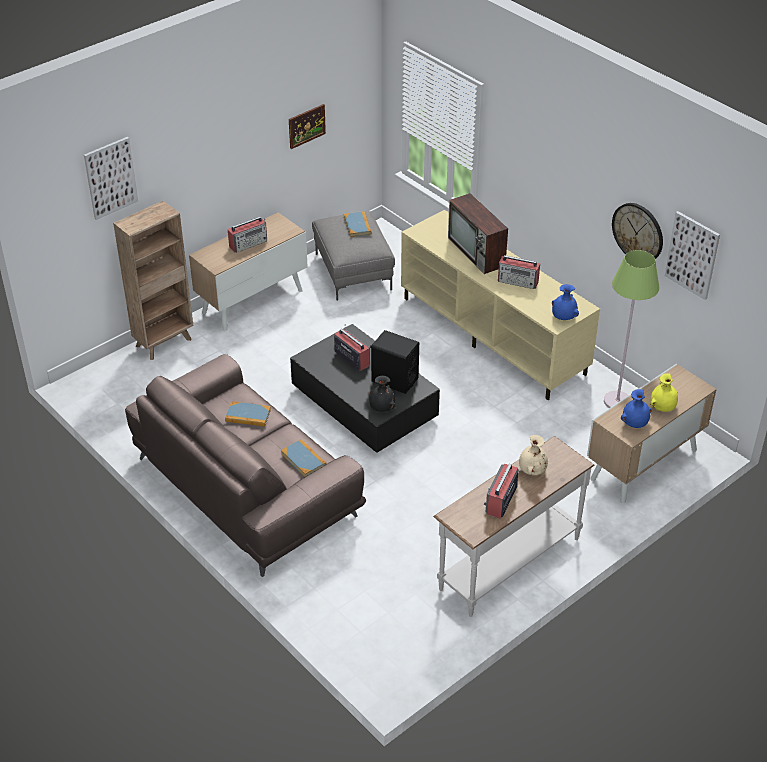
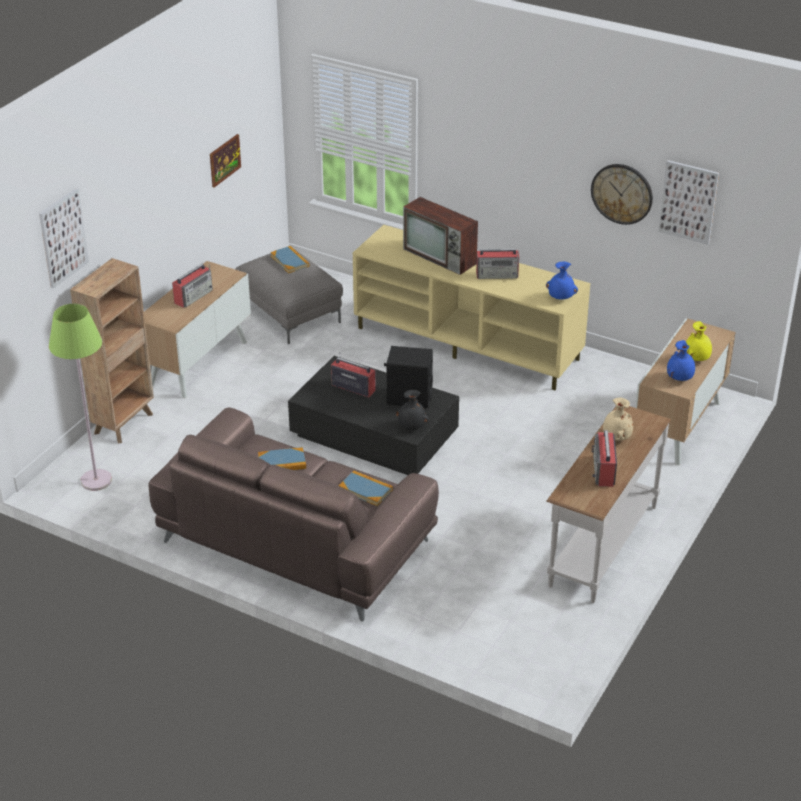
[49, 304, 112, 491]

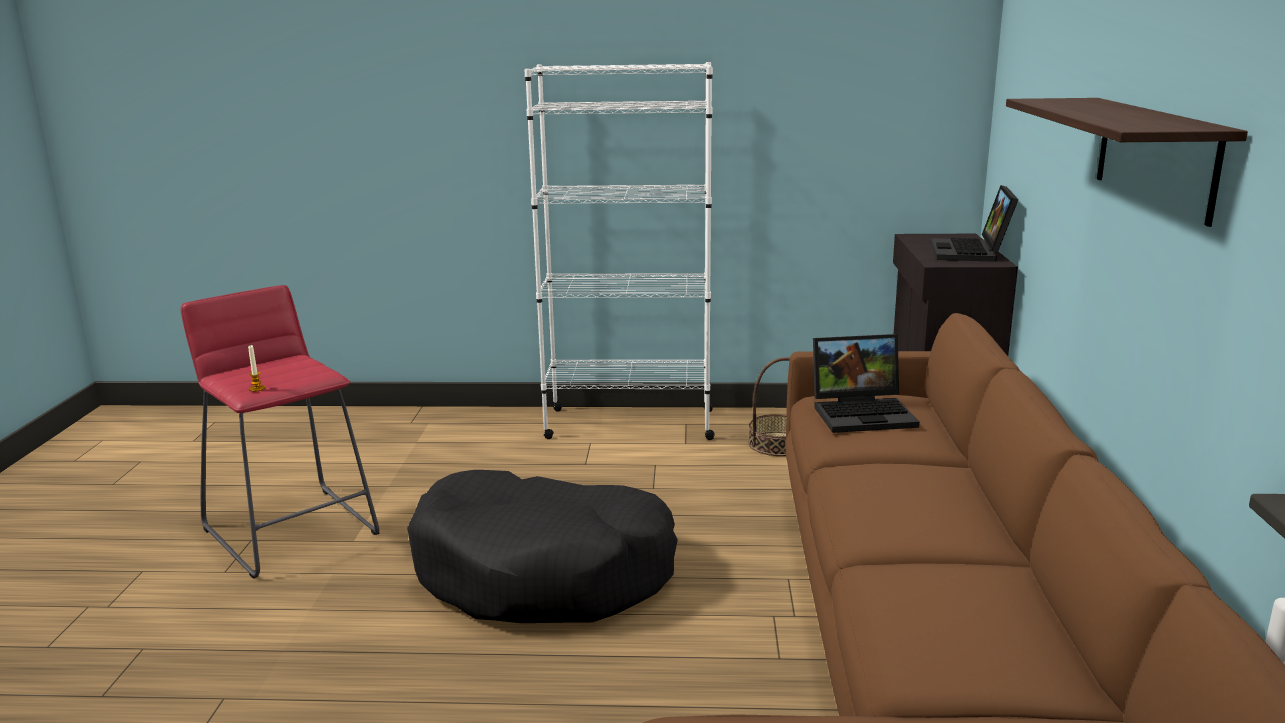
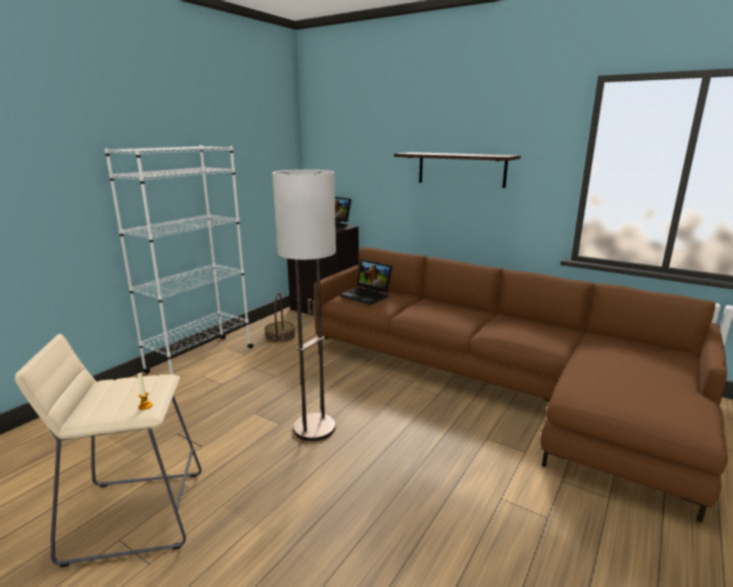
[272, 170, 336, 441]
[15, 334, 202, 567]
[340, 259, 393, 305]

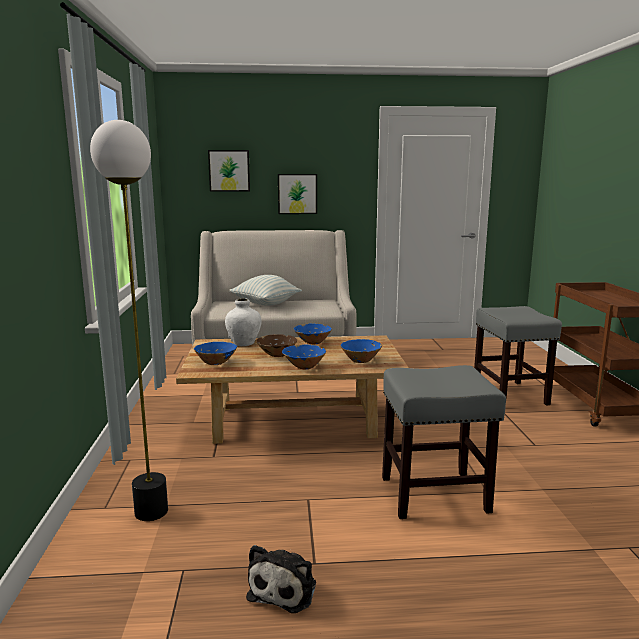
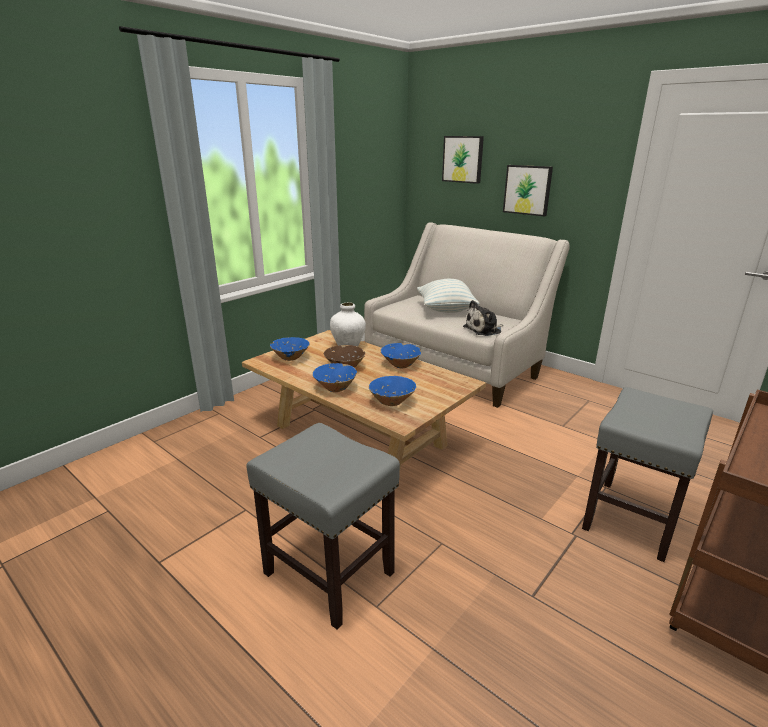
[90, 120, 168, 521] (first image)
[463, 300, 503, 336]

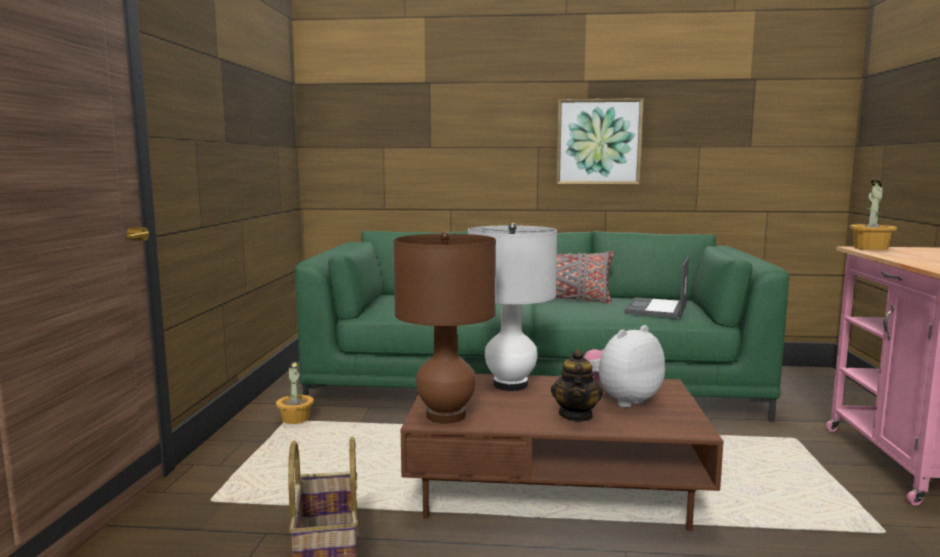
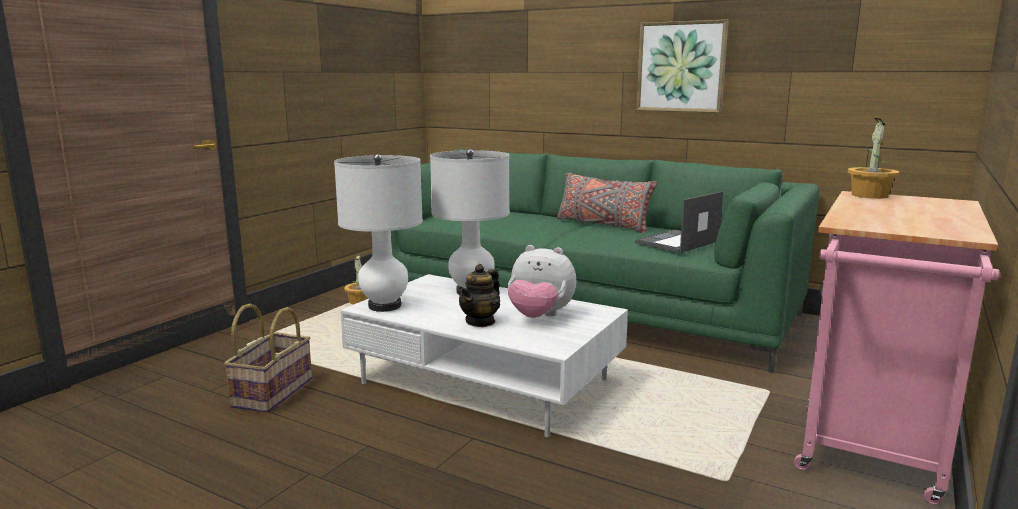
[334, 154, 423, 312]
[340, 274, 628, 437]
[508, 245, 577, 318]

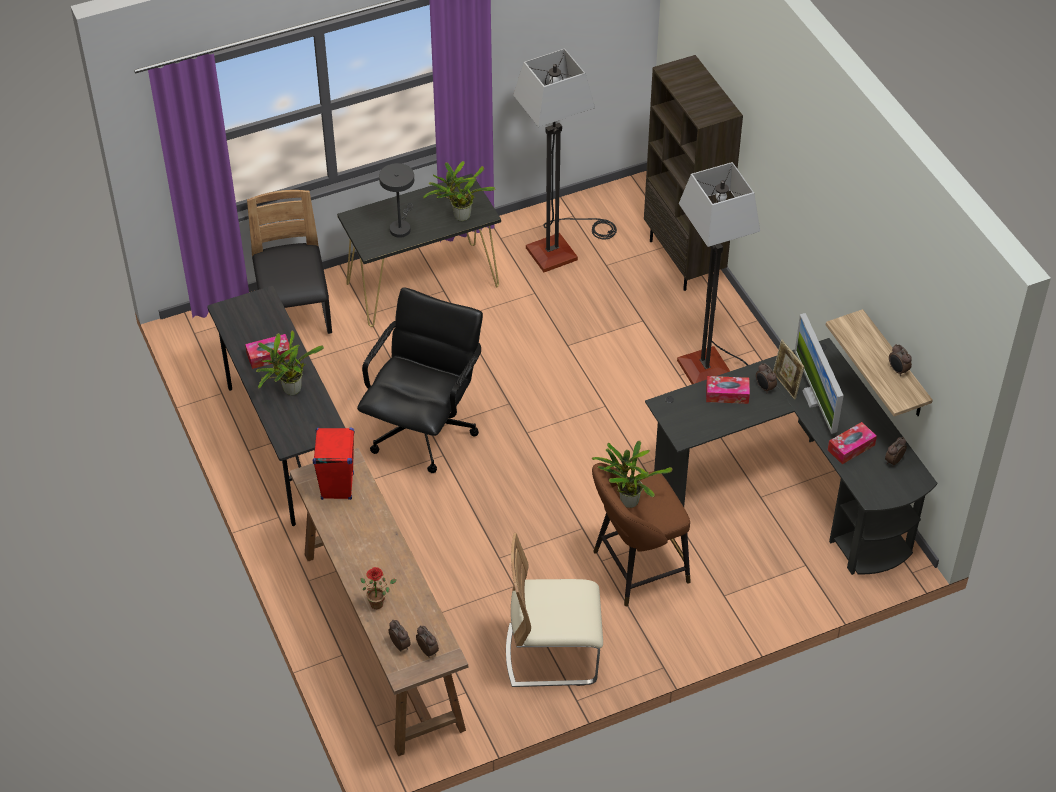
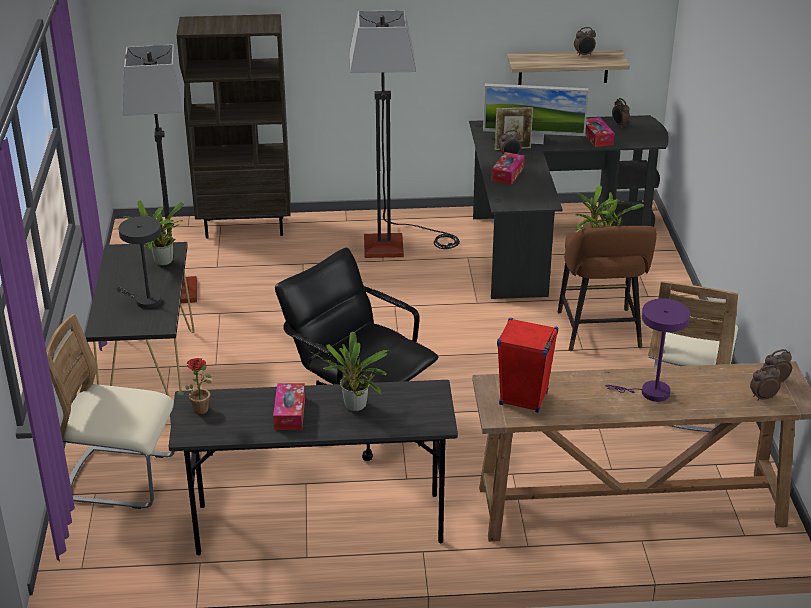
[605, 298, 690, 402]
[177, 358, 212, 414]
[46, 314, 175, 509]

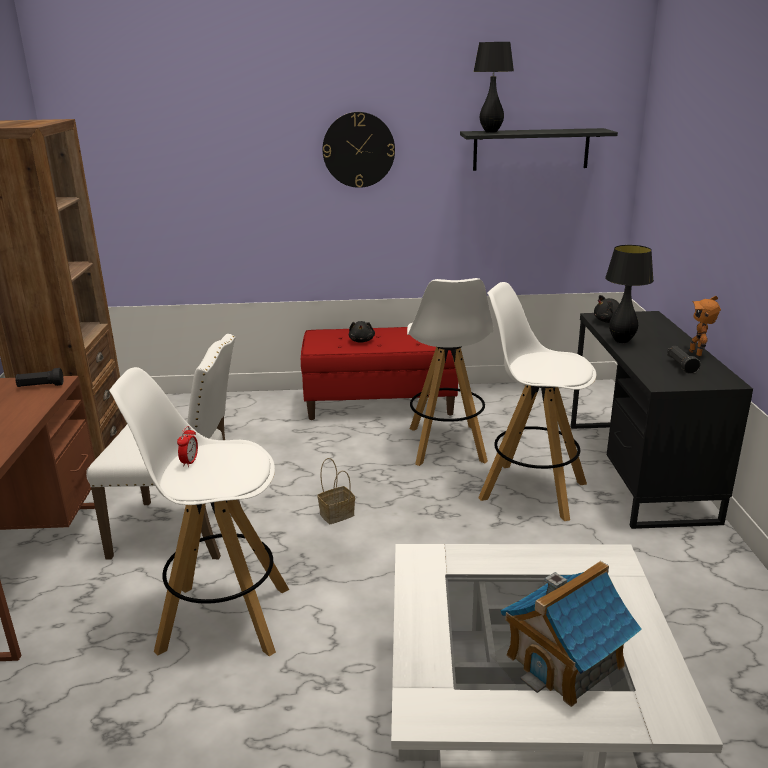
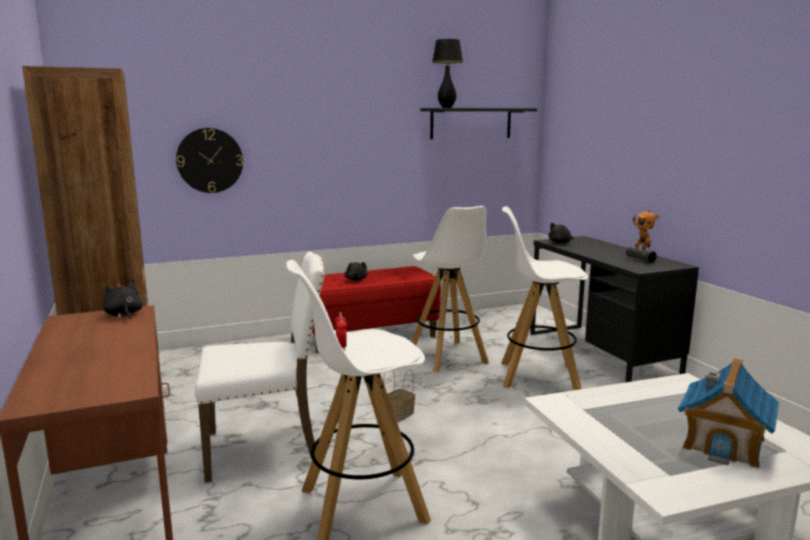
[605, 245, 654, 343] (first image)
[176, 128, 243, 193]
[103, 281, 143, 320]

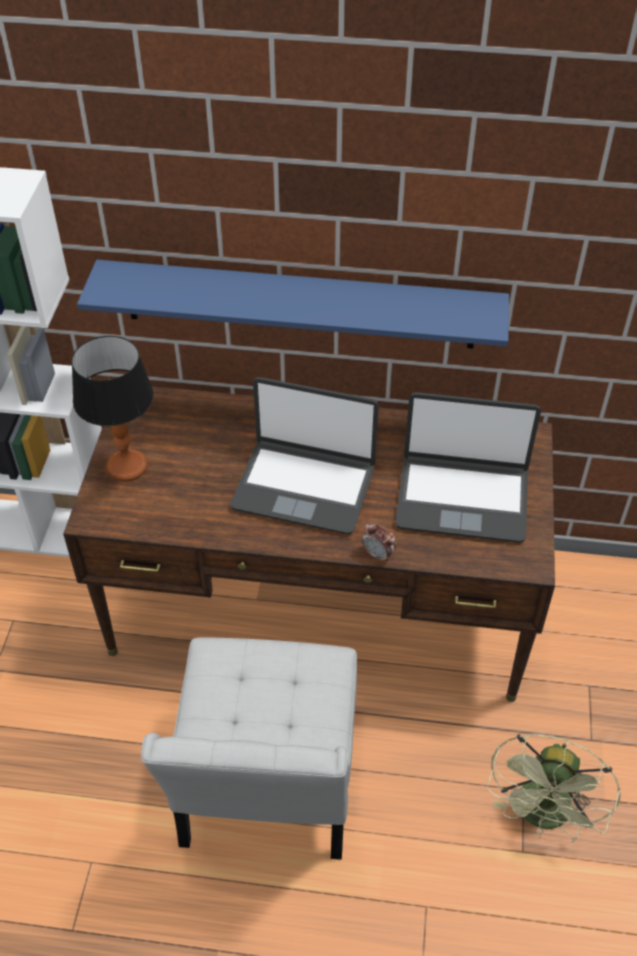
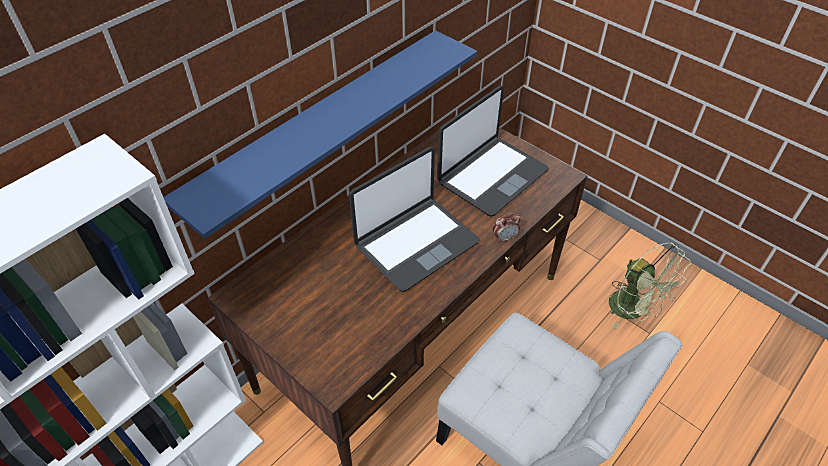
[71, 336, 154, 481] (first image)

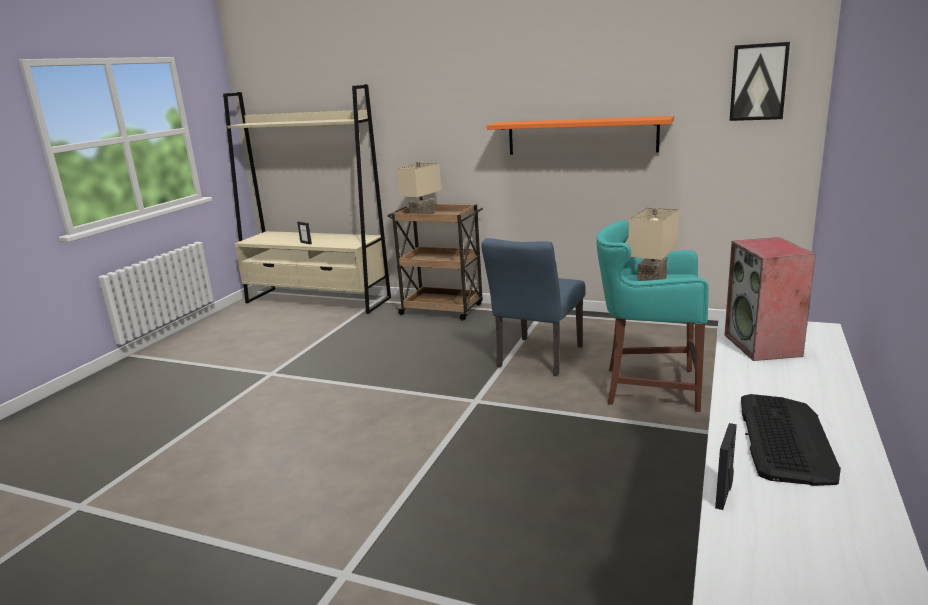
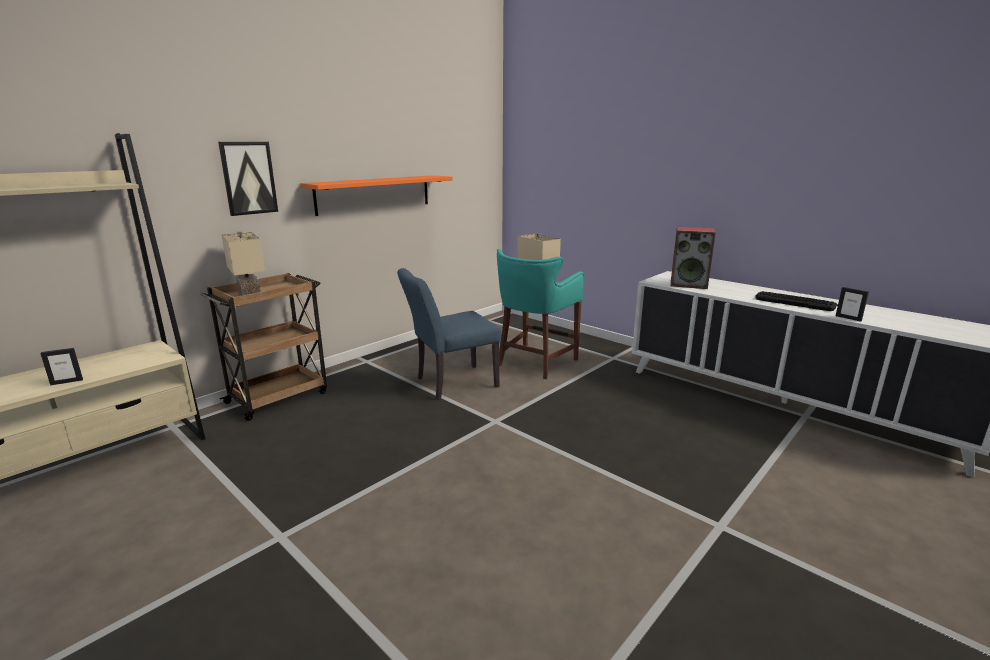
[218, 142, 278, 216]
[397, 268, 501, 400]

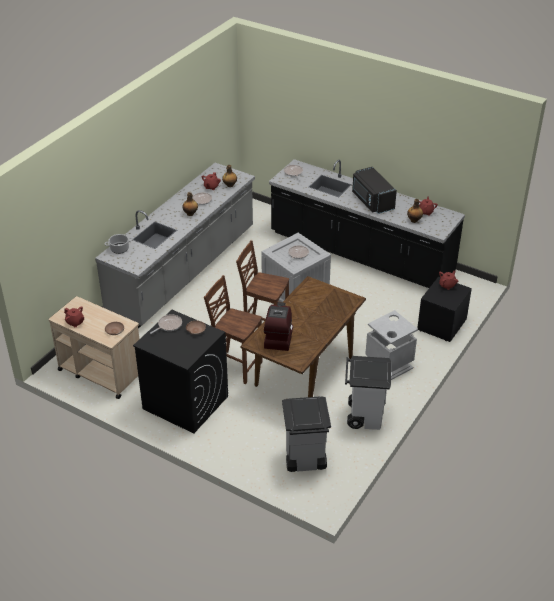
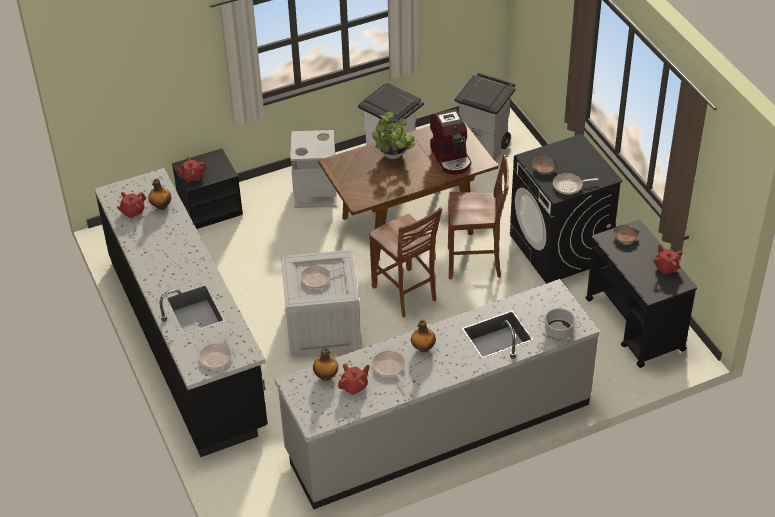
[352, 167, 397, 214] (first image)
[372, 112, 415, 159]
[586, 220, 697, 368]
[448, 155, 509, 279]
[430, 109, 471, 175]

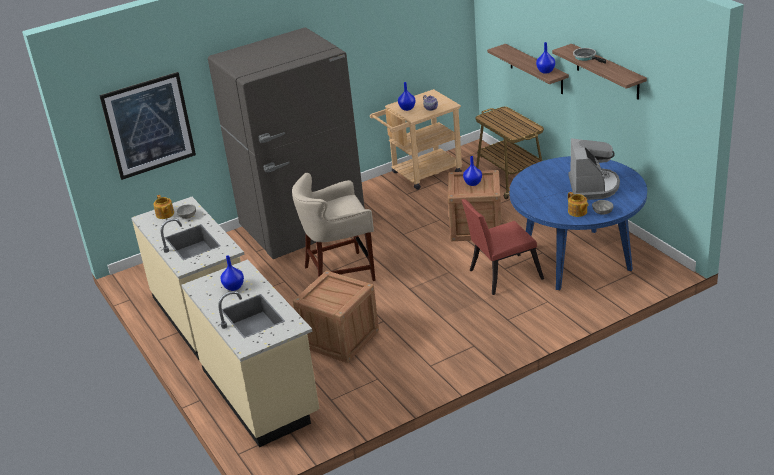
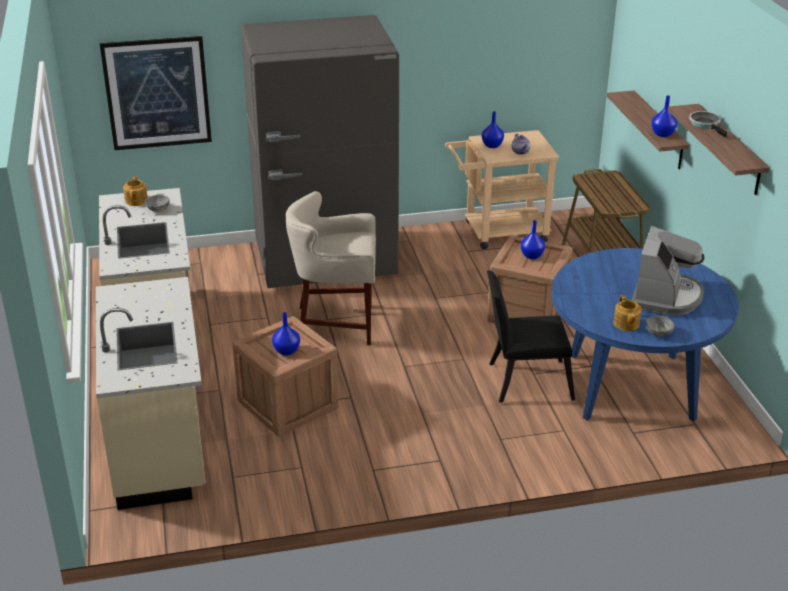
[272, 312, 300, 356]
[487, 270, 575, 403]

